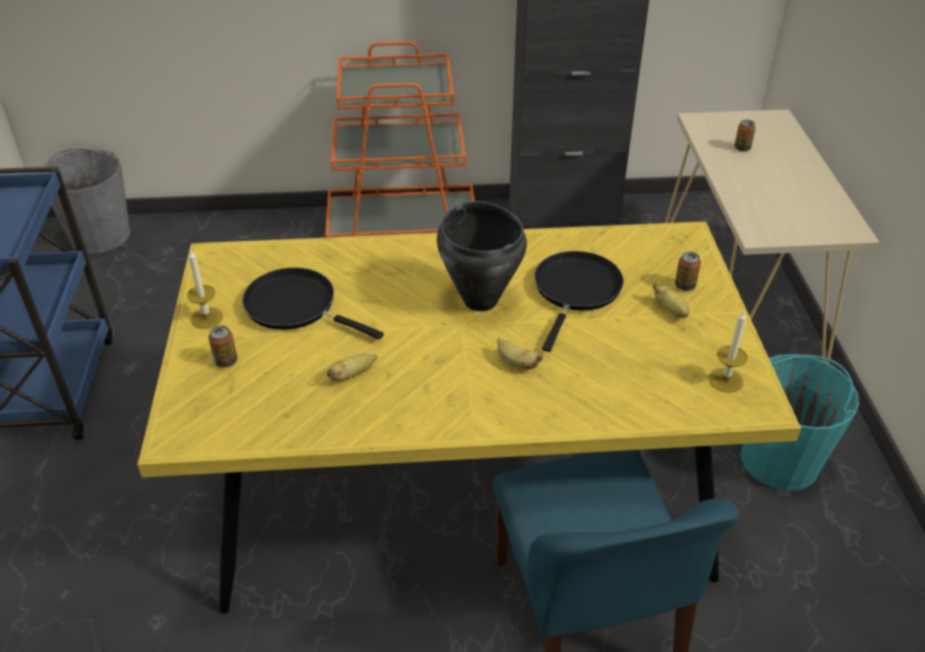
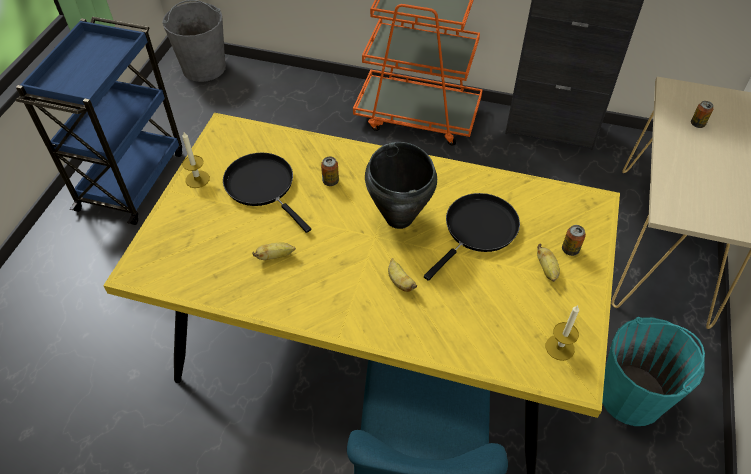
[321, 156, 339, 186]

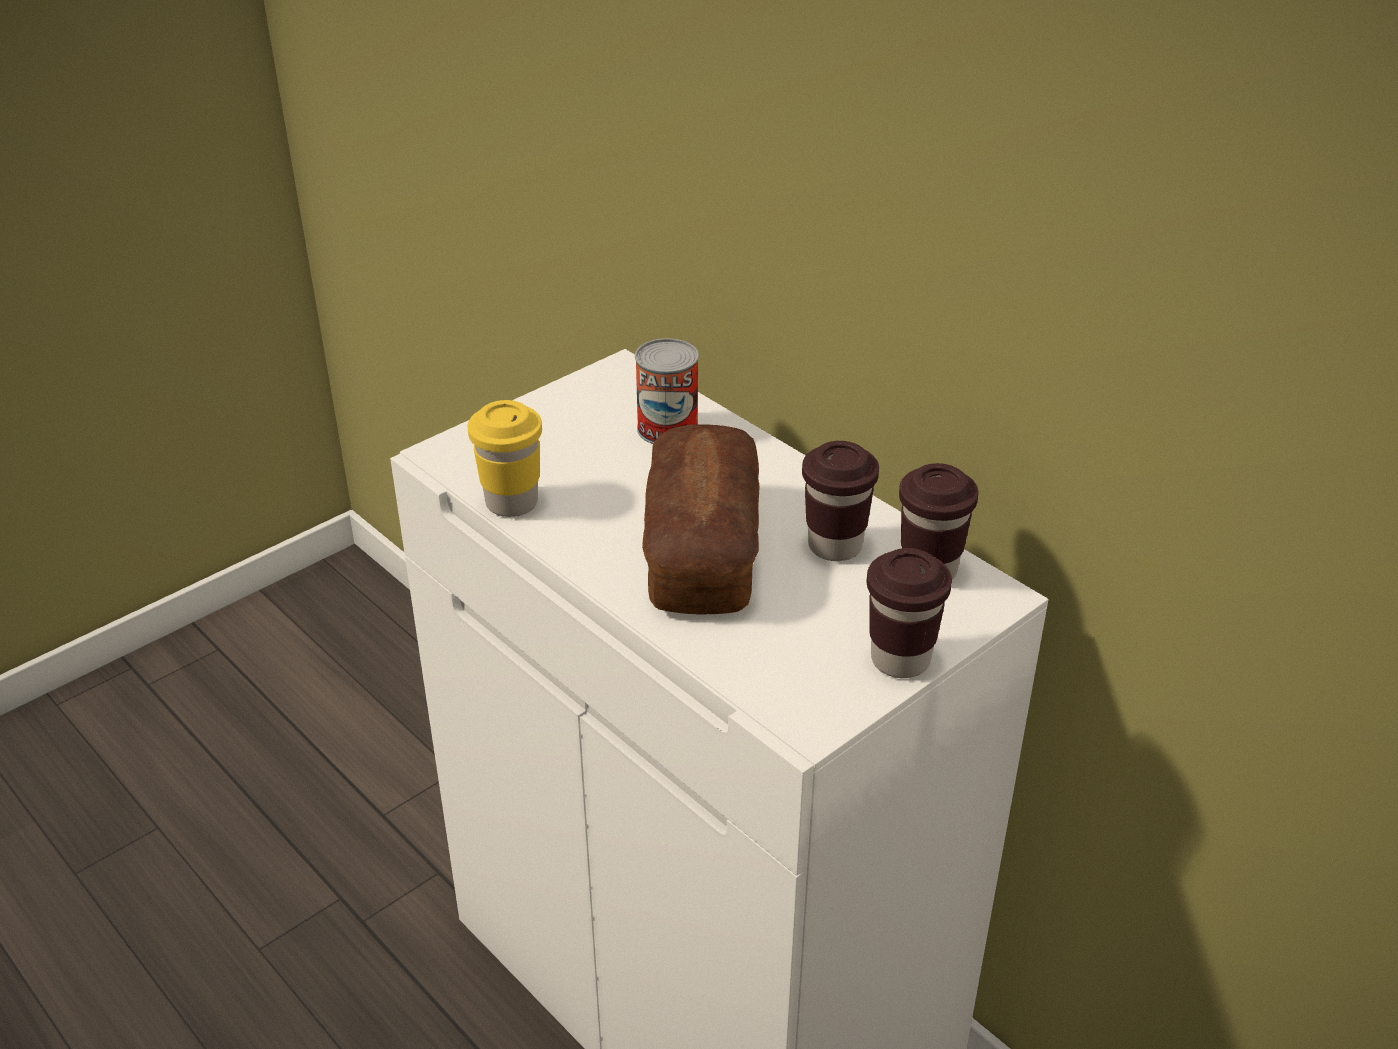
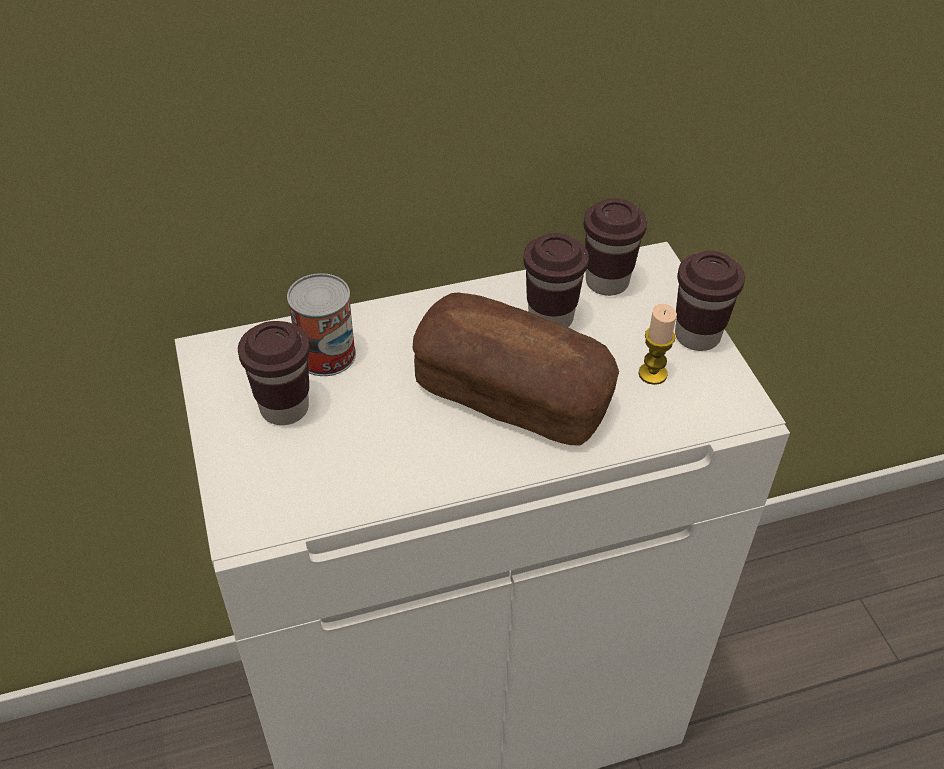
[468, 400, 542, 517] (first image)
[238, 321, 310, 425]
[638, 304, 677, 385]

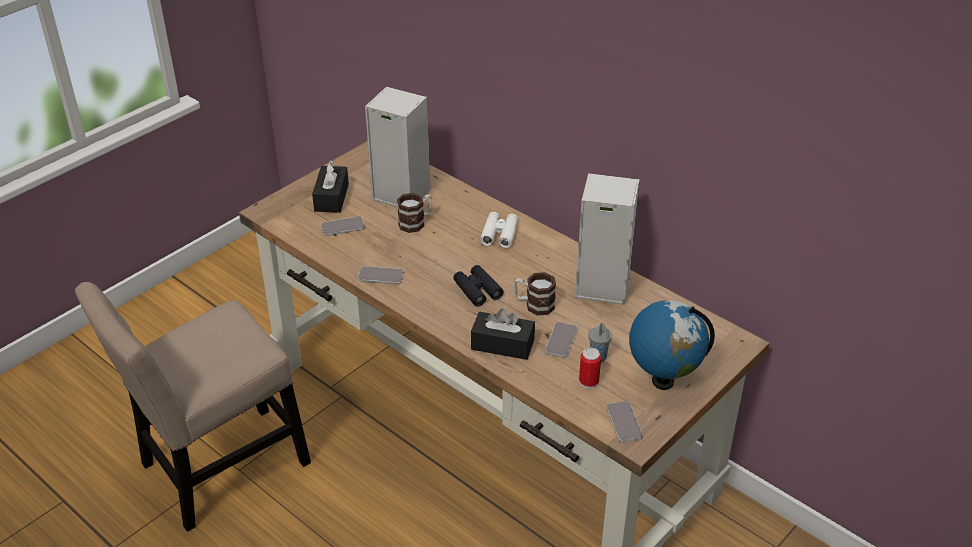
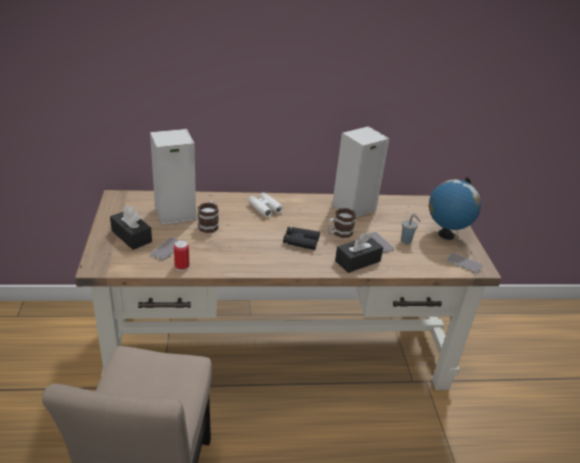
[358, 266, 404, 284] (first image)
[174, 240, 189, 271]

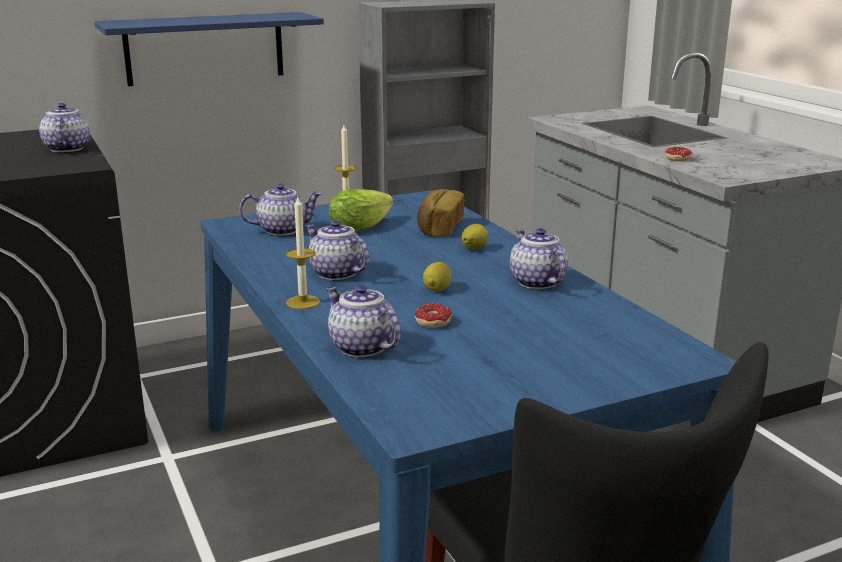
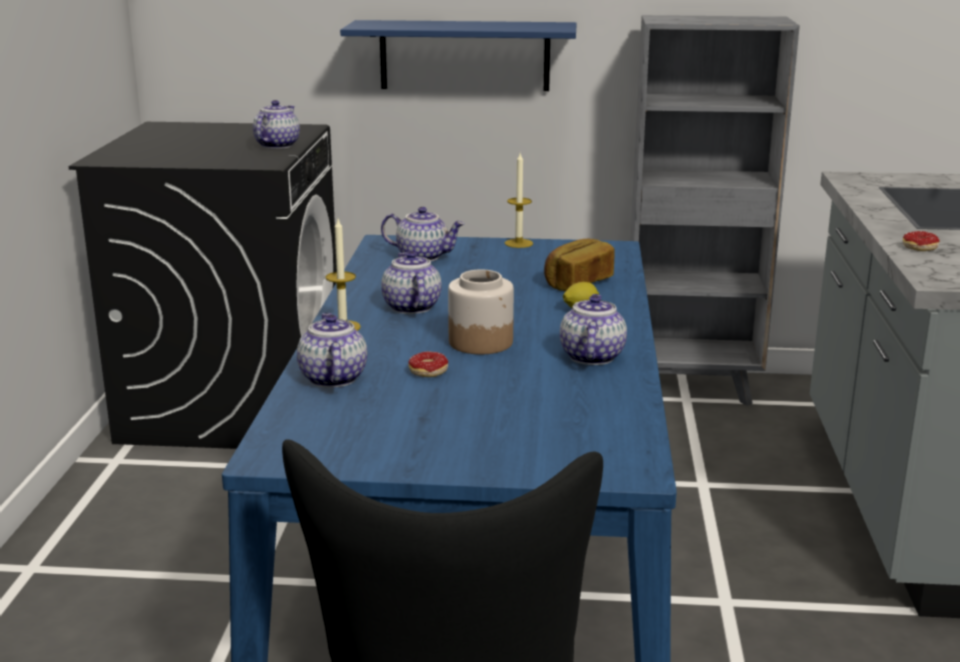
[329, 189, 394, 231] (first image)
[448, 270, 514, 354]

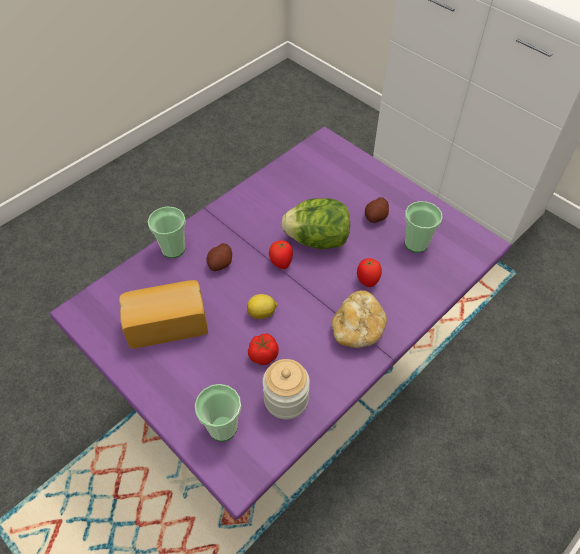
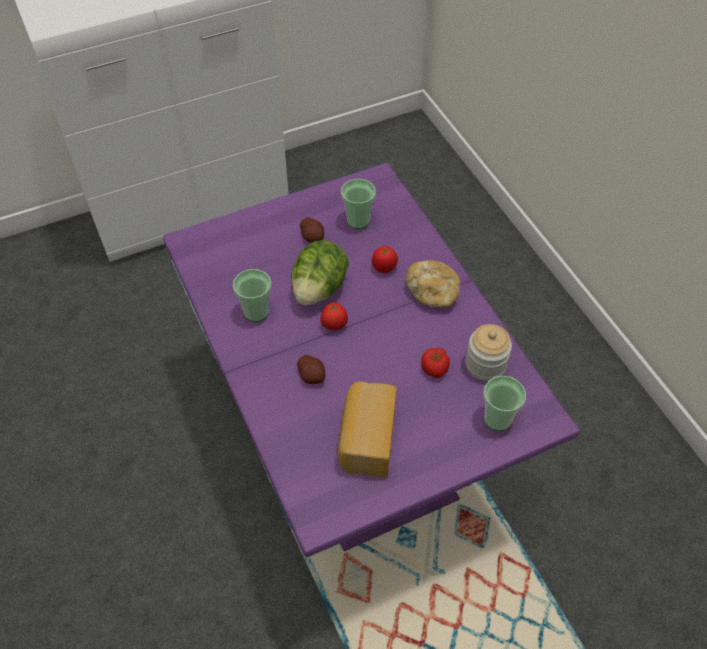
[247, 294, 278, 319] (first image)
[233, 269, 271, 322]

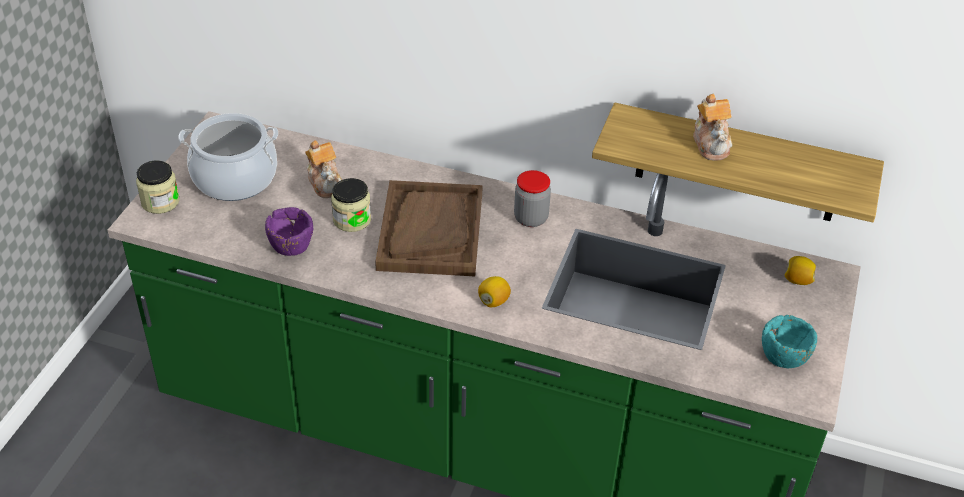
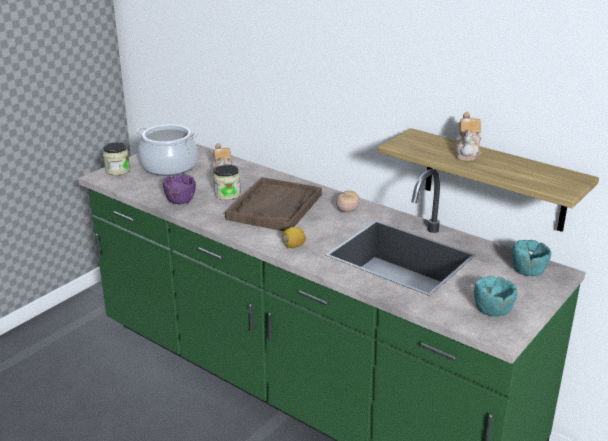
[336, 190, 359, 213]
[512, 240, 551, 276]

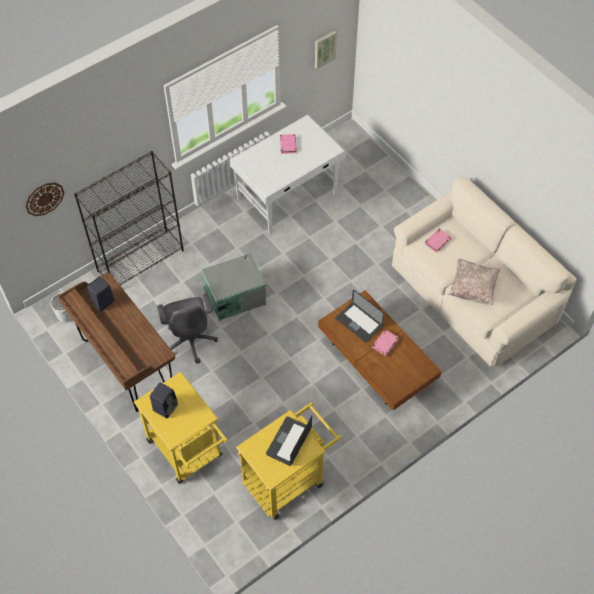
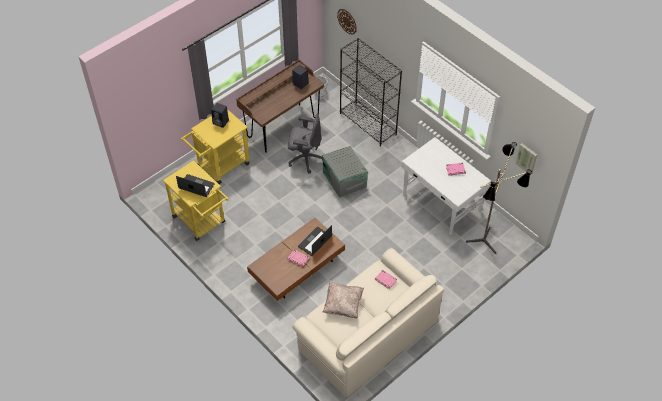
[466, 142, 532, 254]
[288, 114, 323, 174]

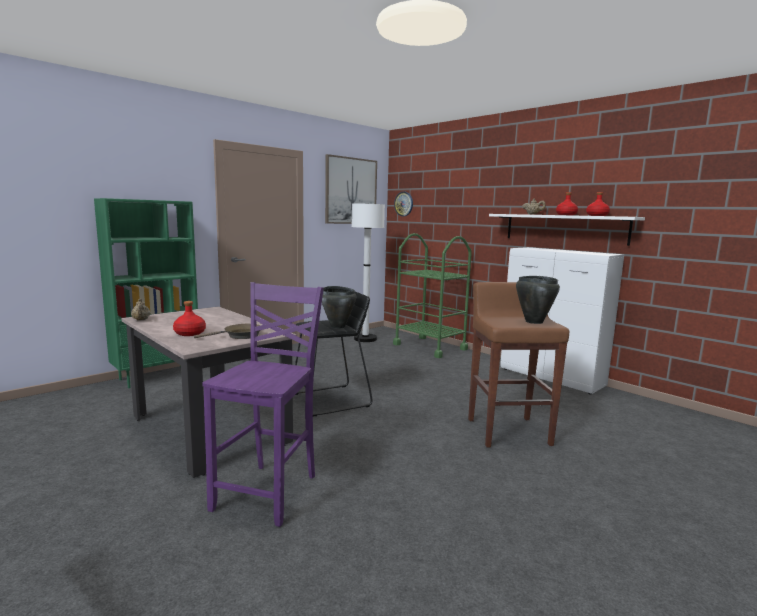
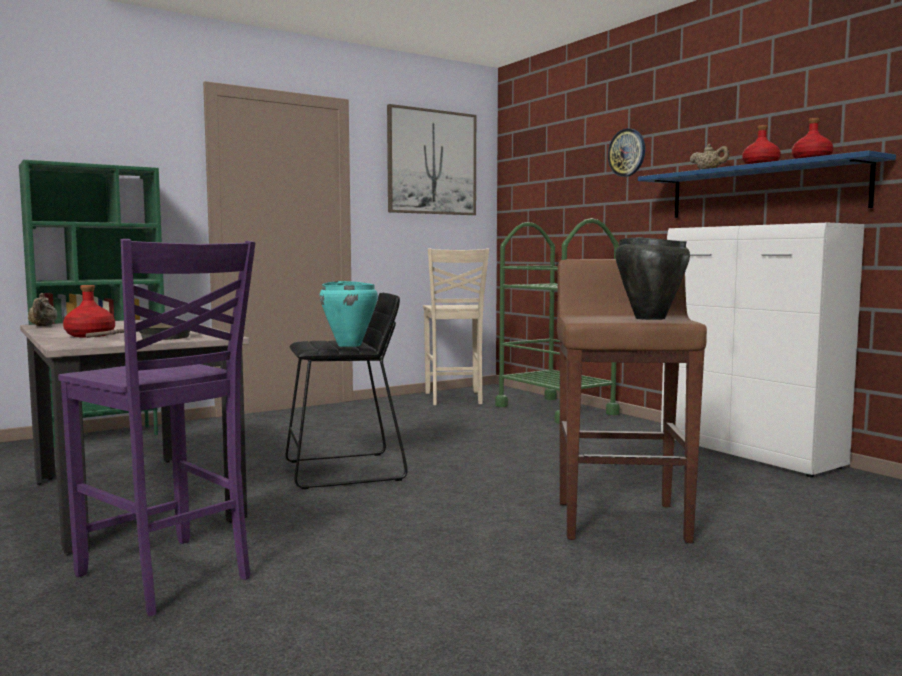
[608, 128, 645, 177]
[423, 248, 489, 405]
[320, 281, 378, 347]
[638, 150, 896, 218]
[58, 239, 255, 616]

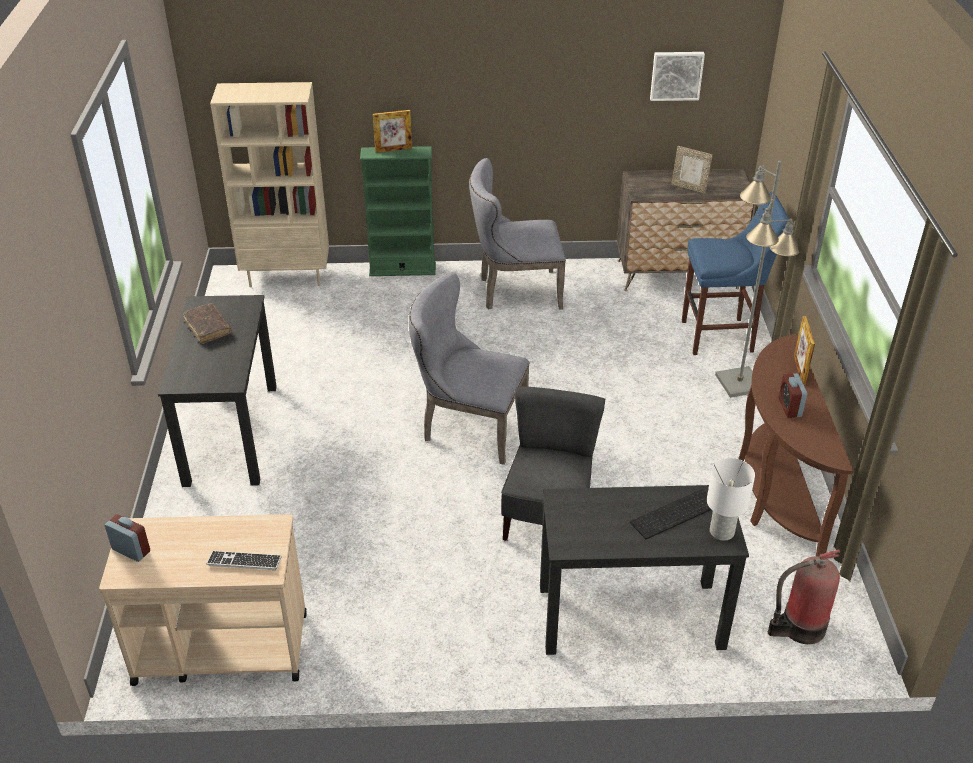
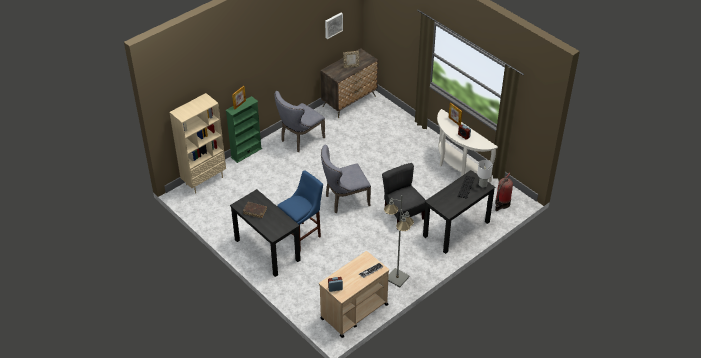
[277, 170, 323, 251]
[384, 195, 414, 287]
[437, 109, 498, 183]

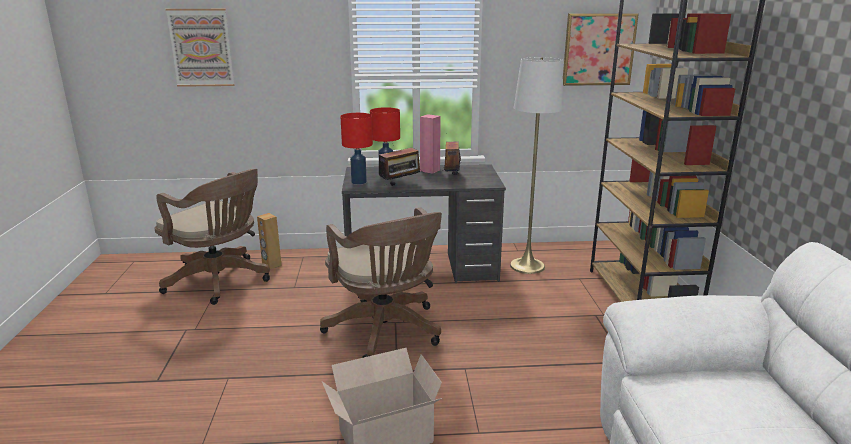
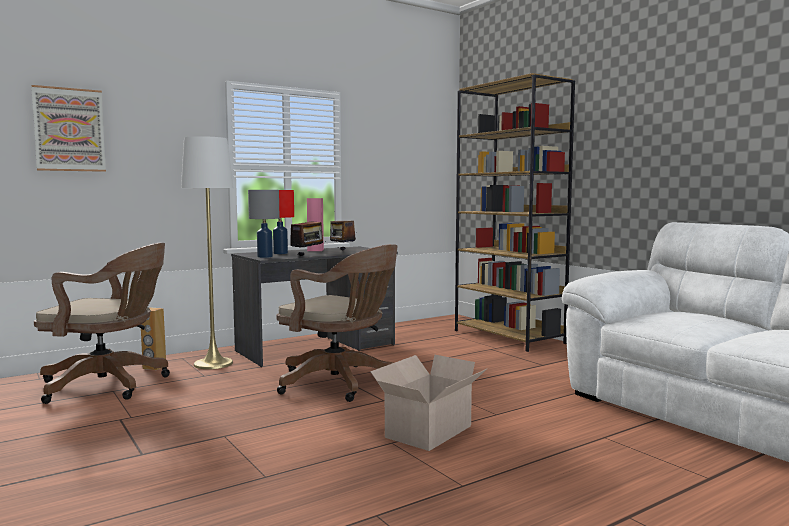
[563, 13, 639, 86] (first image)
[181, 136, 234, 369]
[248, 190, 280, 258]

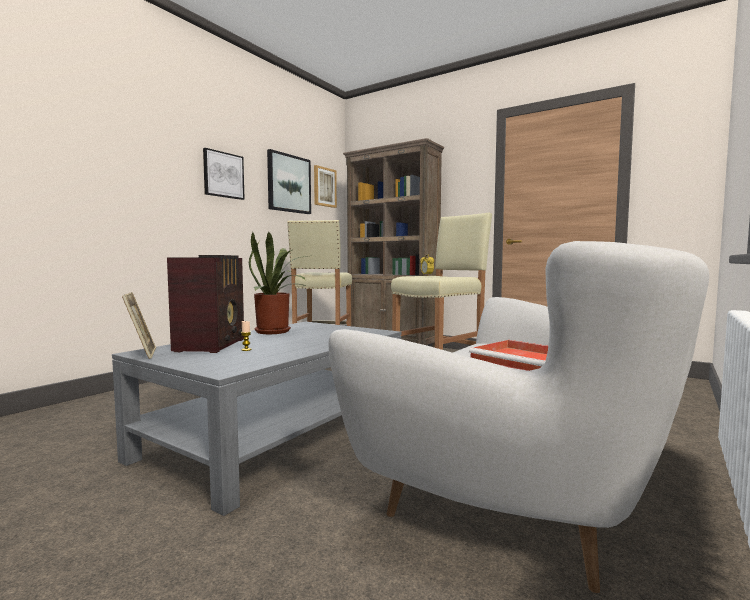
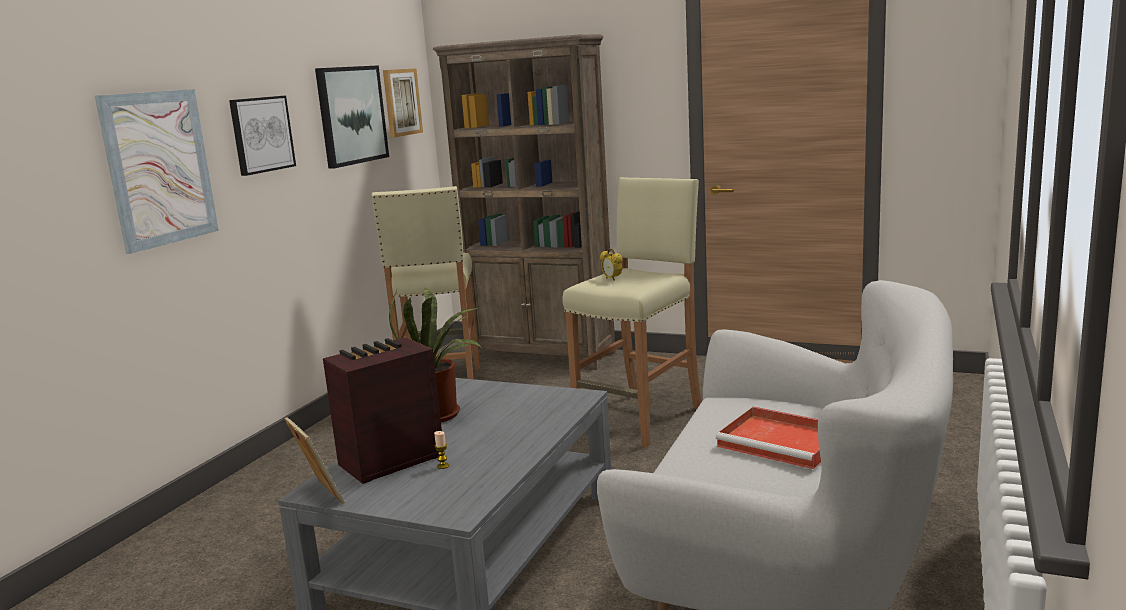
[95, 89, 219, 254]
[323, 337, 442, 484]

